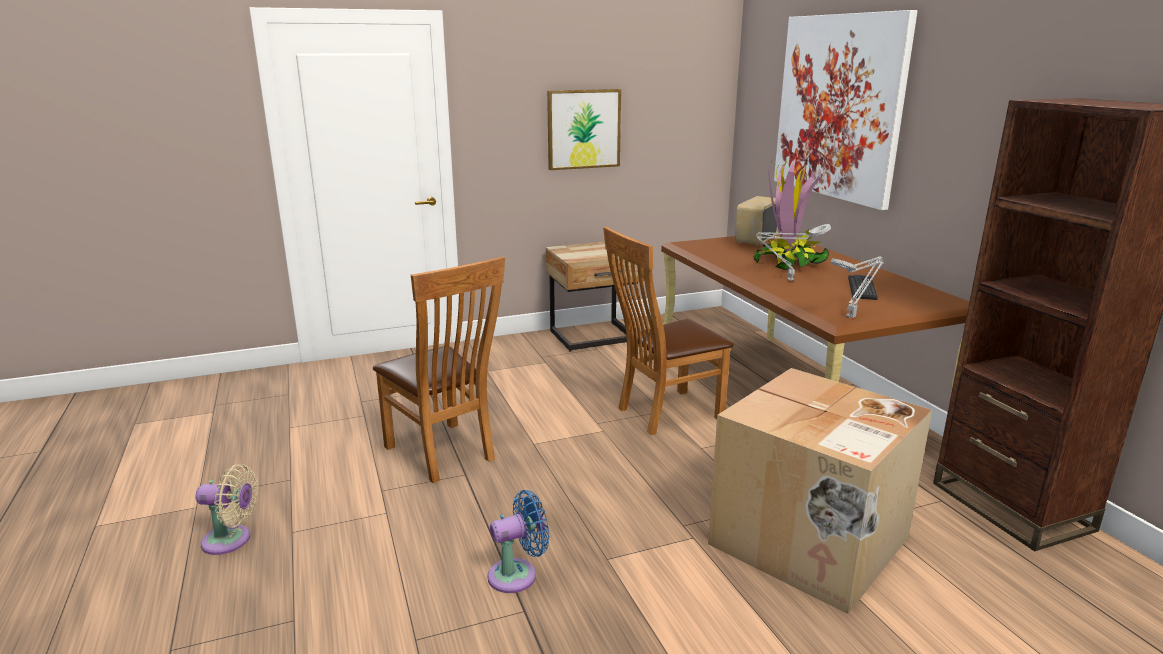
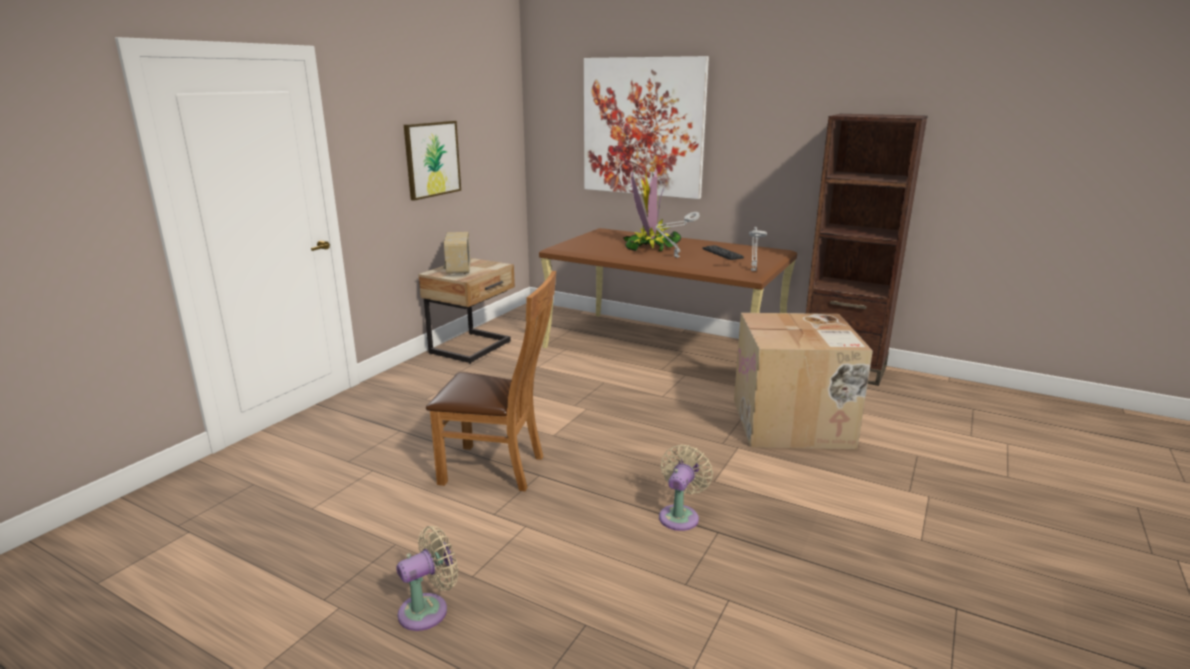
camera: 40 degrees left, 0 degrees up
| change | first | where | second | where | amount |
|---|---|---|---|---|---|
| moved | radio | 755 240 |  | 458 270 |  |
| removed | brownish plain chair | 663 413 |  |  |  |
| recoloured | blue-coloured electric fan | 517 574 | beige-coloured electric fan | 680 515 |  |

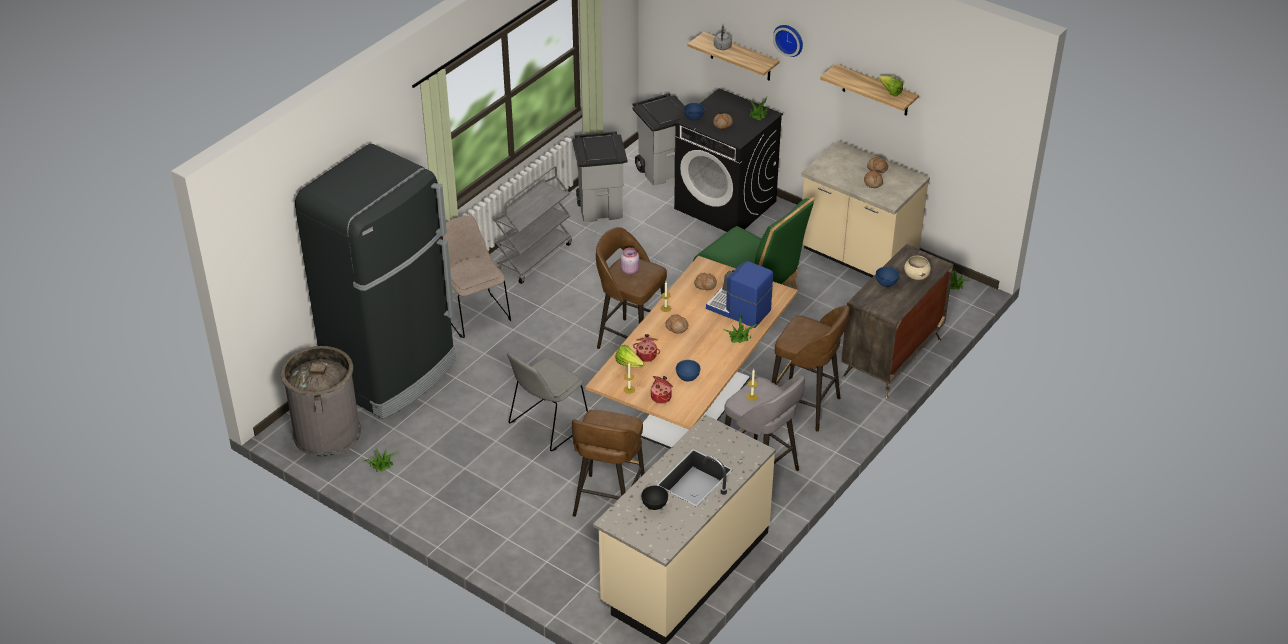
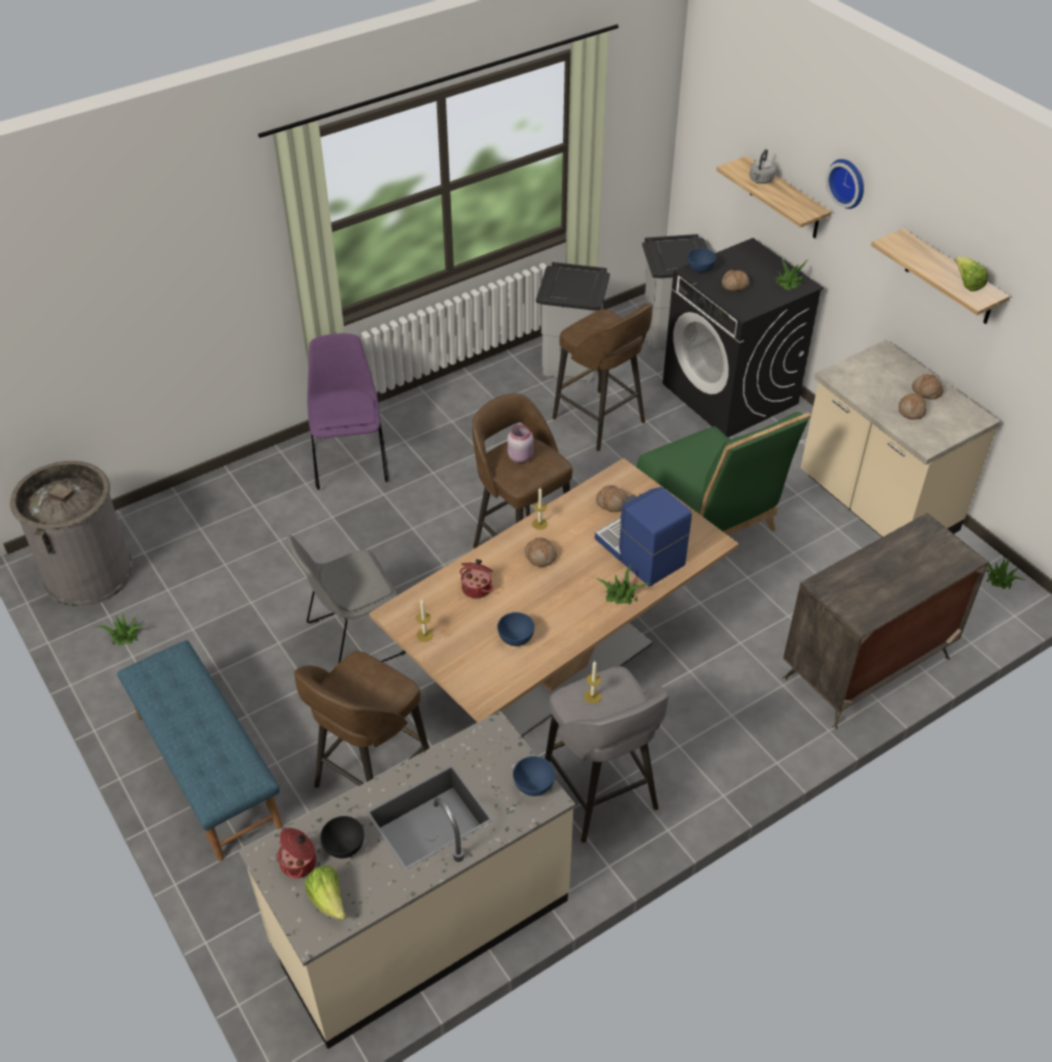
camera: 20 degrees right, 5 degrees up
| change | first | where | second | where | amount |
|---|---|---|---|---|---|
| removed | black kitchen fridge | 392 374 |  |  |  |
| removed | greyish wheeled cart | 534 257 |  |  |  |
| recoloured | beige-coloured plain chair | 474 313 | purplish plain chair | 350 461 |  |
| removed | beige-coloured deep dish | 916 276 |  |  |  |
| moved | blue-coloured deep dish | 886 283 |  | 533 786 |  |
| moved | brownish sitting stool | 805 406 |  | 600 422 |  |
| moved | head of lettuce | 629 364 |  | 328 900 |  |
| moved | cooking pot | 661 396 |  | 299 863 |  |
| added |  |  | blue-coloured indoor bench | 207 770 |  |

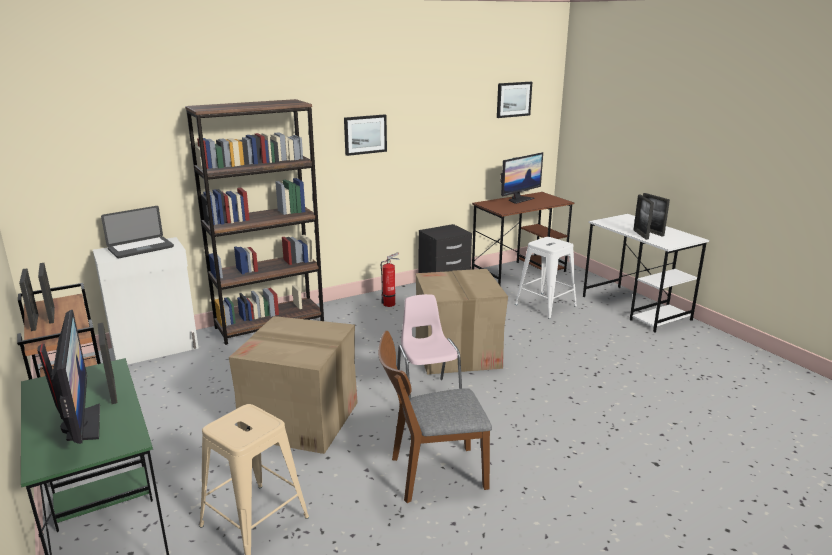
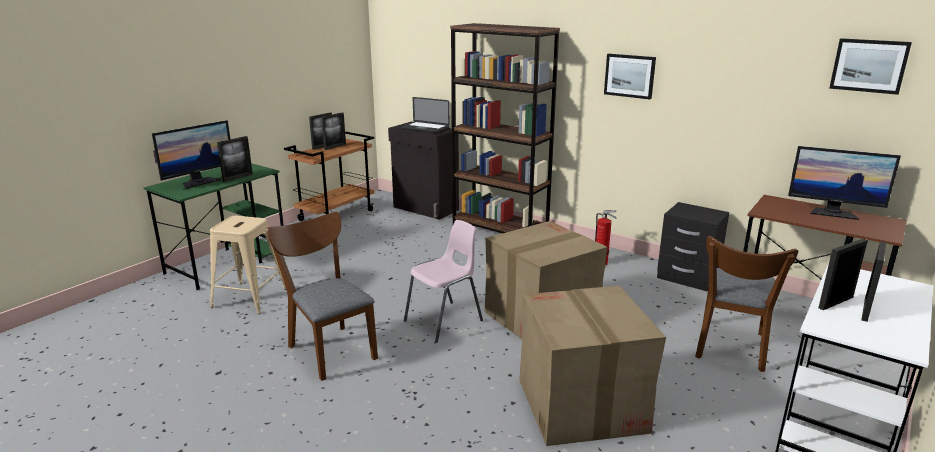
camera: 65 degrees right, 0 degrees up
| change | first | where | second | where | amount |
|---|---|---|---|---|---|
| recoloured | white cupboard | 156 349 | black cupboard | 425 209 |  |
| replaced | white sitting stool | 545 305 | brownish plain chair | 730 349 |  |
| moved | cardboard box | 301 420 |  | 581 405 |  |

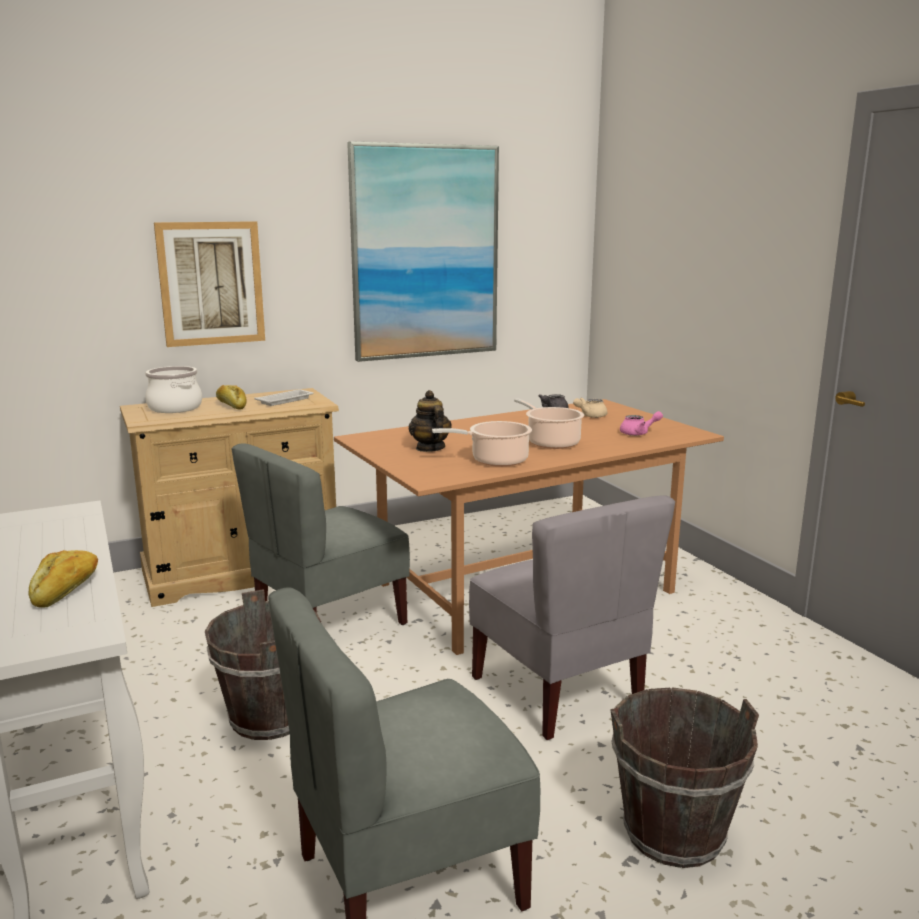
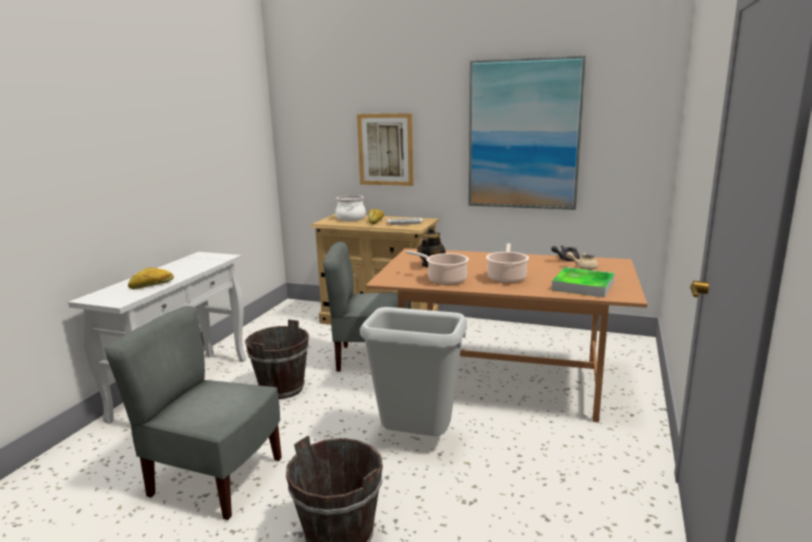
camera: 45 degrees right, 0 degrees up
| change | first | where | second | where | amount |
|---|---|---|---|---|---|
| replaced | pink pot for tea | 638 433 | tray | 583 286 |  |
| replaced | greyish plain chair | 559 692 | greyish waste bin | 415 441 |  |

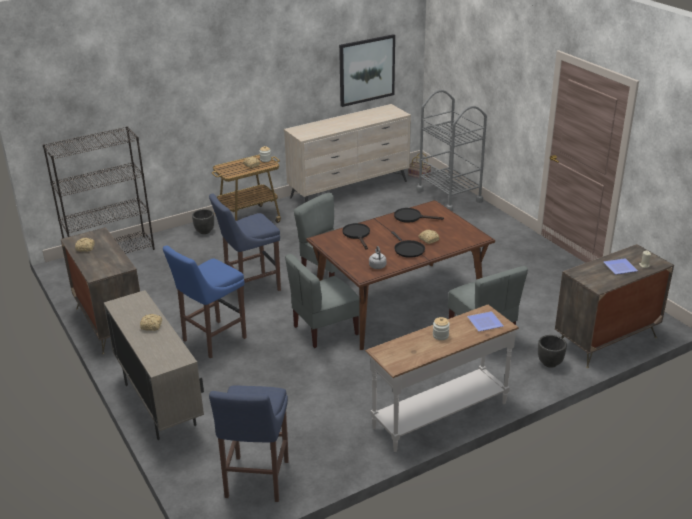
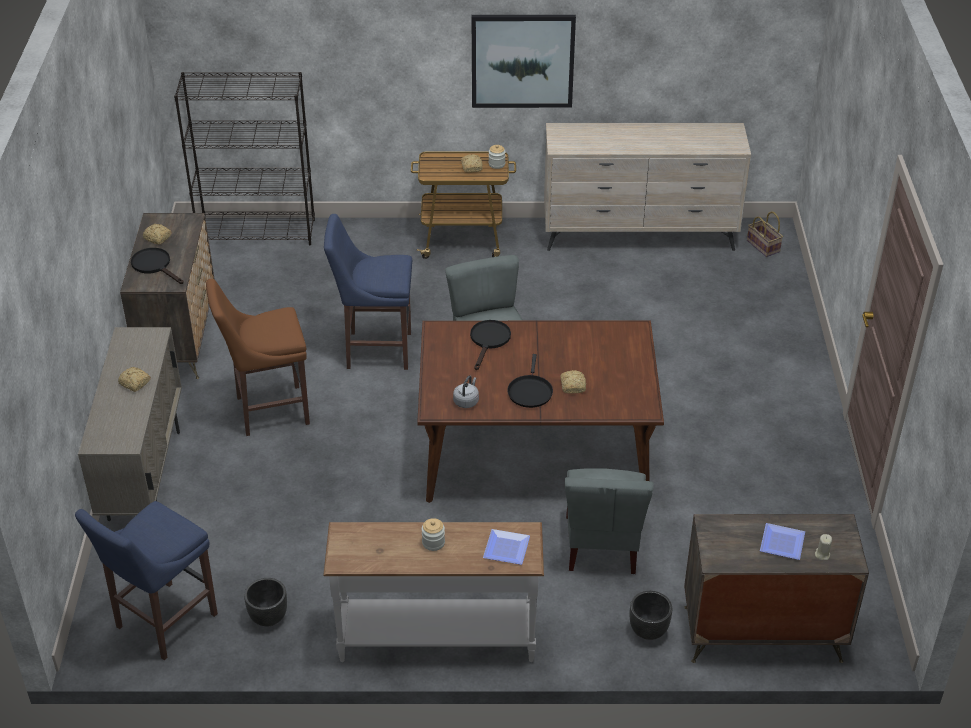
camera: 30 degrees right, 10 degrees up
| change | first | where | second | where | amount |
|---|---|---|---|---|---|
| moved | wall picture | 366 70 |  | 522 60 |  |
| removed | greyish wheeled cart | 449 196 |  |  |  |
| moved | black frying pan | 411 217 |  | 155 265 |  |
| moved | black flower pot | 204 231 |  | 268 618 |  |
| recoloured | blue-coloured sitting stool | 211 340 | brownish sitting stool | 268 411 |  |
| removed | greyish plain chair | 325 330 |  |  |  |

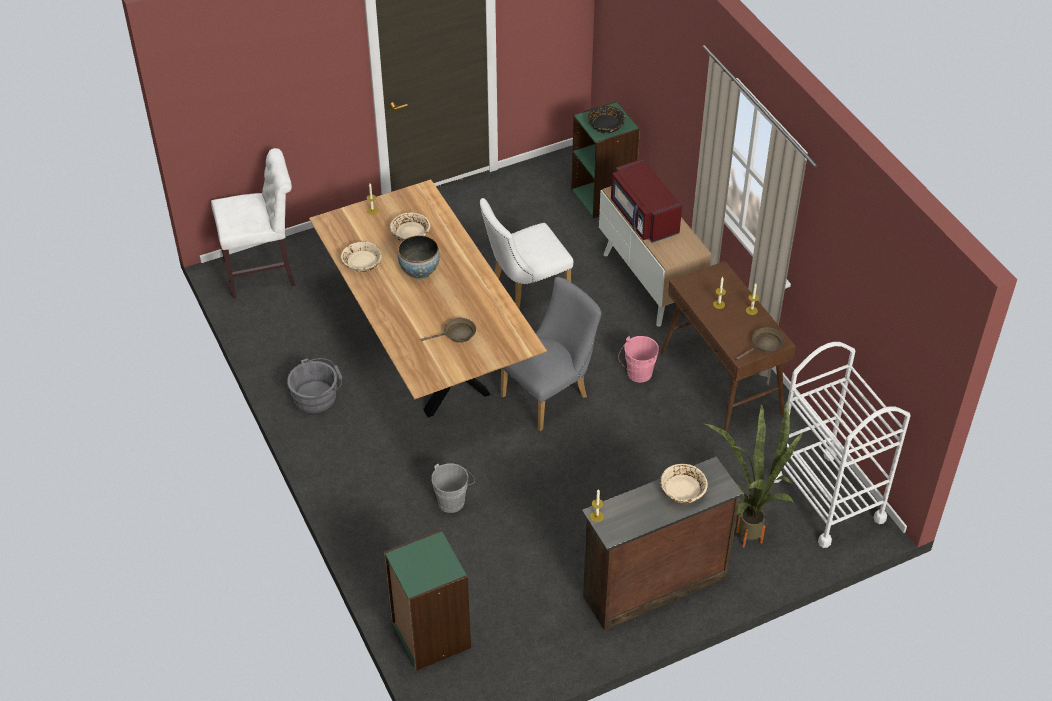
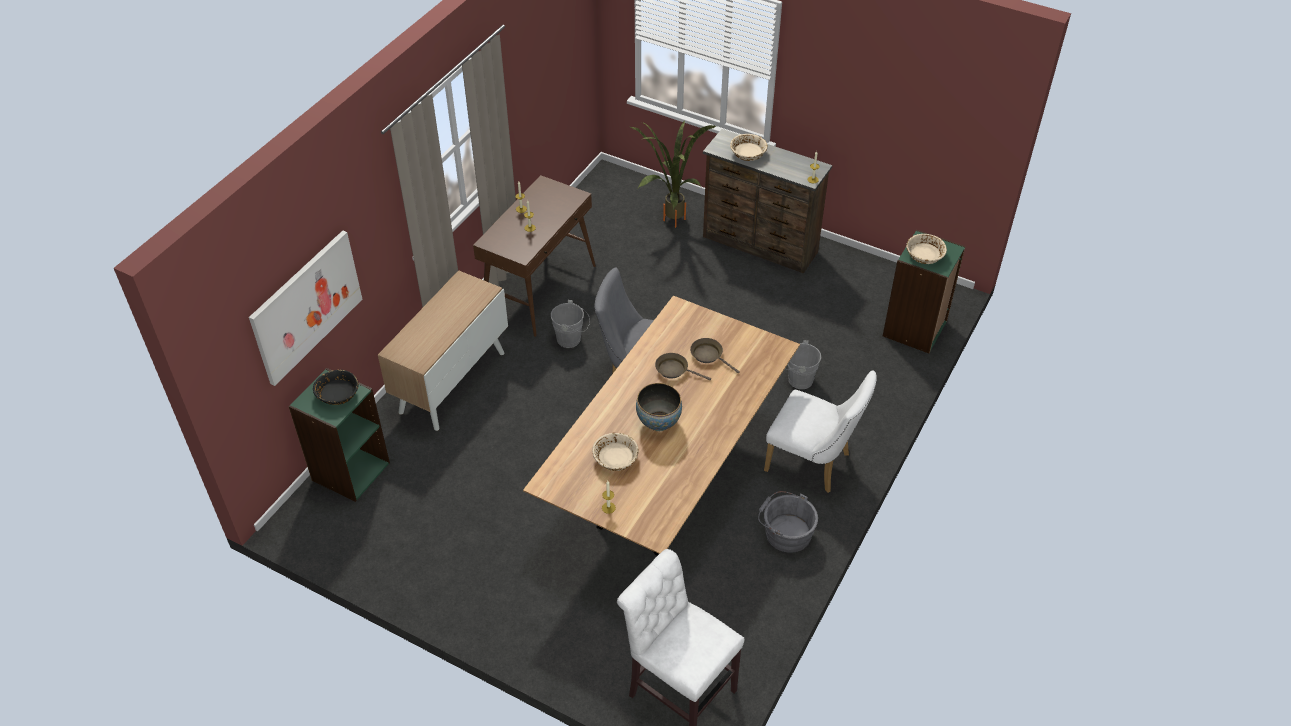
camera: 125 degrees left, 0 degrees up
| change | first | where | second | where | amount |
|---|---|---|---|---|---|
| removed | red-coloured microwave | 643 217 |  |  |  |
| moved | white plain chair | 524 291 |  | 813 464 |  |
| moved | beige-coloured deep dish | 362 263 |  | 924 255 |  |
| moved | brownish frying pan | 765 345 |  | 674 370 |  |
| recoloured | pink water bucket | 637 375 | greyish water bucket | 571 339 |  |
| removed | white wheeled cart | 827 498 |  |  |  |
| added |  |  | wall picture | 306 306 |  |

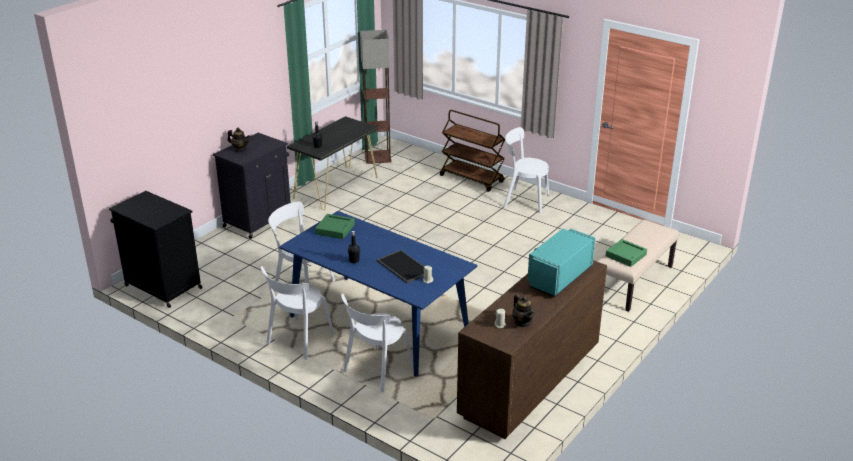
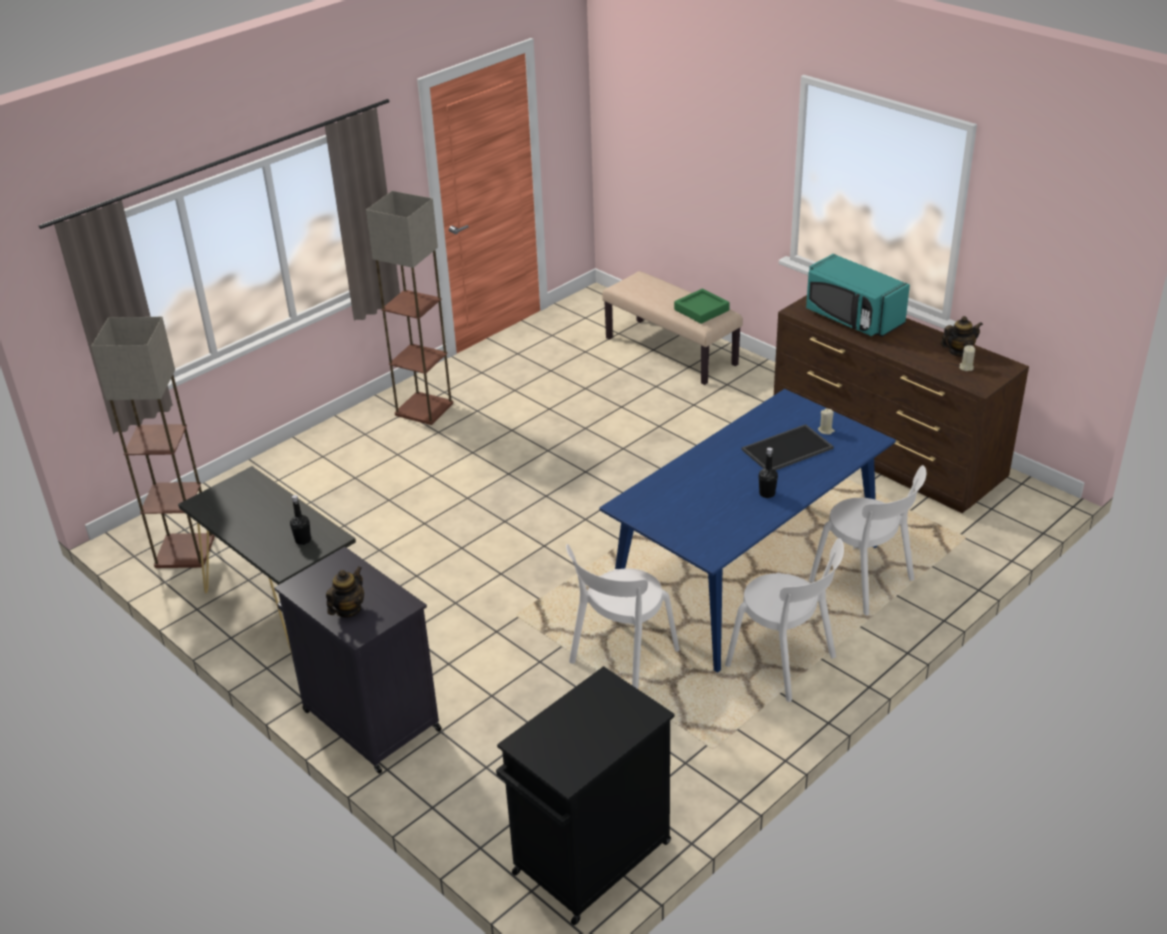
camera: 80 degrees left, 5 degrees up
| change | first | where | second | where | amount |
|---|---|---|---|---|---|
| removed | brownish wheeled cart | 472 179 |  |  |  |
| replaced | white plain chair | 523 200 | standard lamp | 423 409 |  |
| removed | green-coloured tray | 335 229 |  |  |  |

